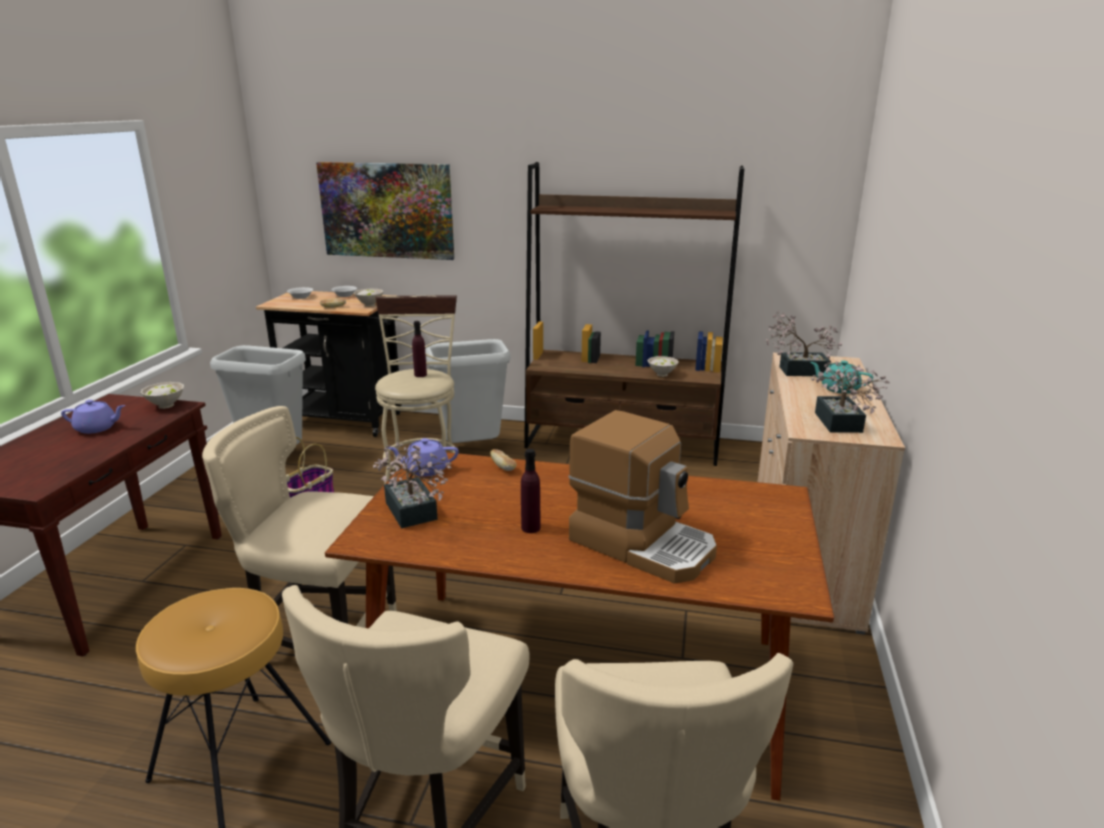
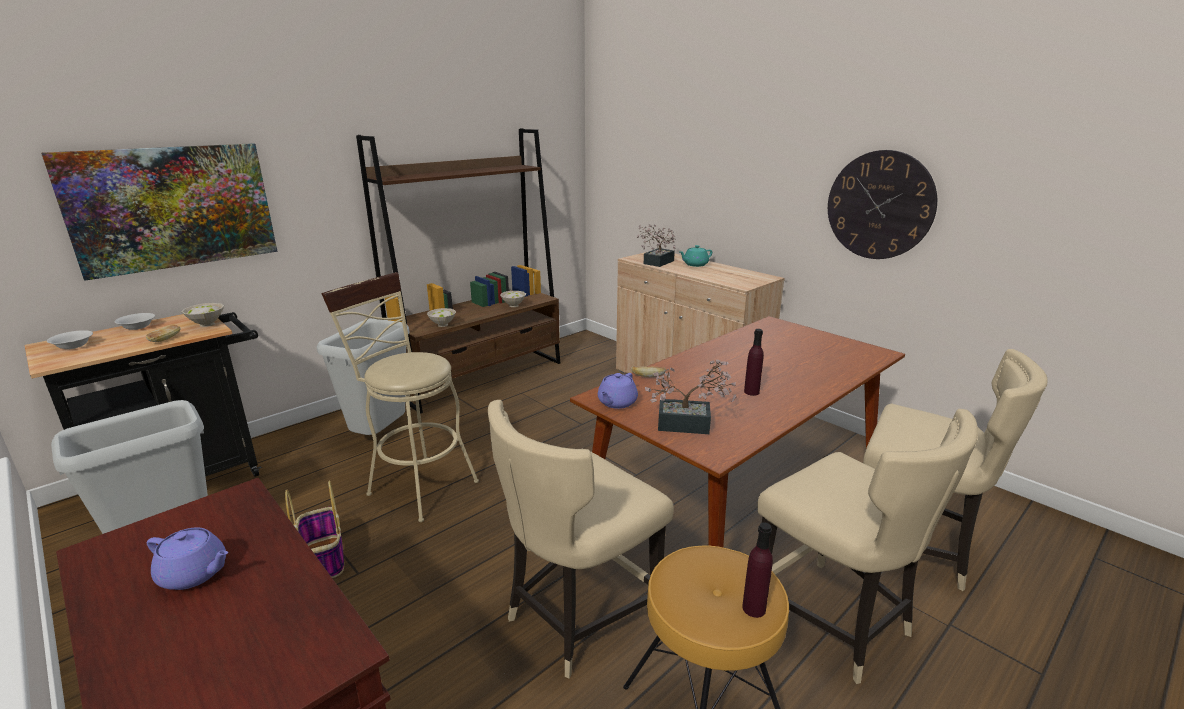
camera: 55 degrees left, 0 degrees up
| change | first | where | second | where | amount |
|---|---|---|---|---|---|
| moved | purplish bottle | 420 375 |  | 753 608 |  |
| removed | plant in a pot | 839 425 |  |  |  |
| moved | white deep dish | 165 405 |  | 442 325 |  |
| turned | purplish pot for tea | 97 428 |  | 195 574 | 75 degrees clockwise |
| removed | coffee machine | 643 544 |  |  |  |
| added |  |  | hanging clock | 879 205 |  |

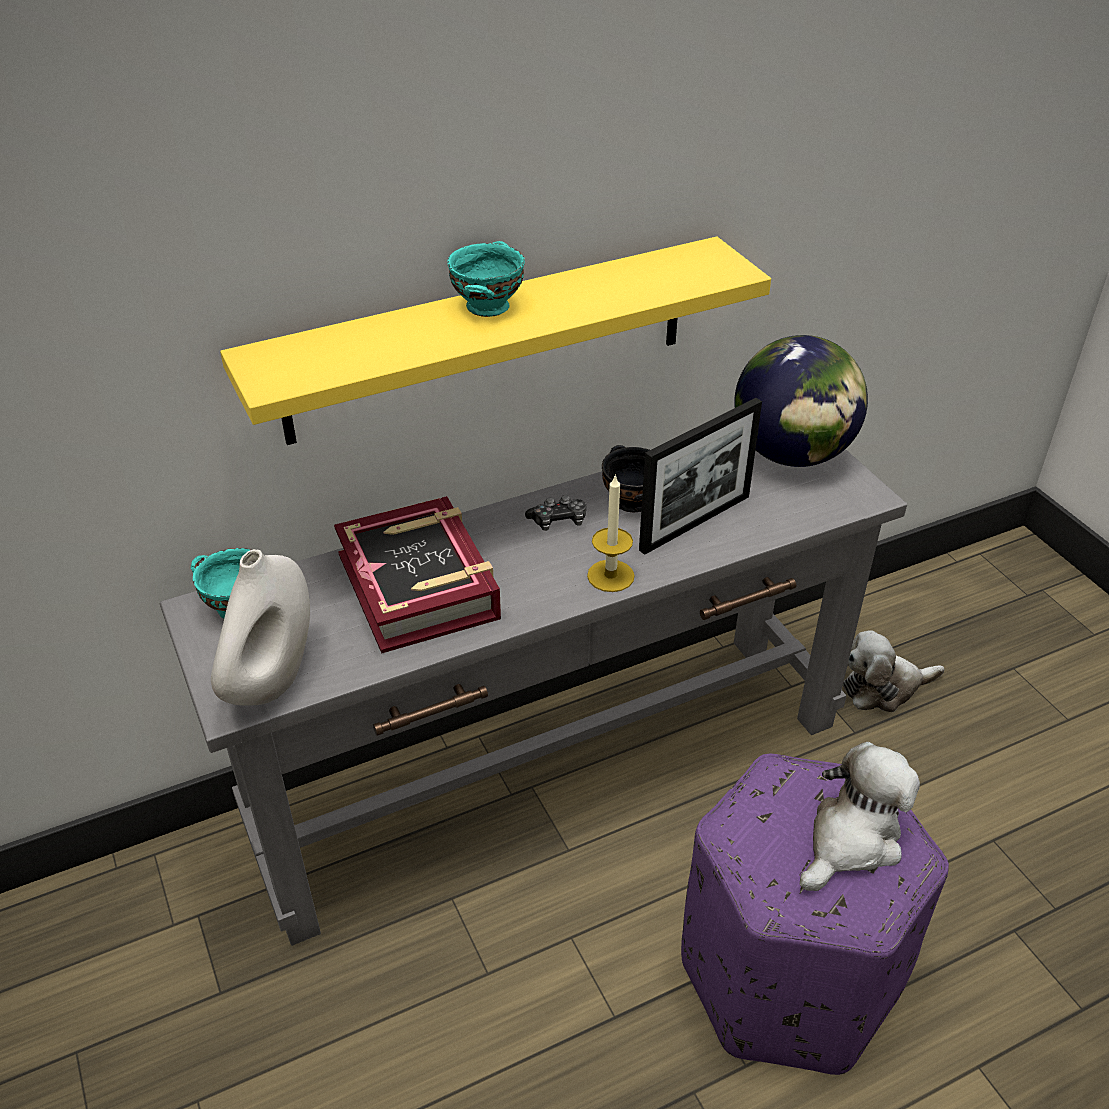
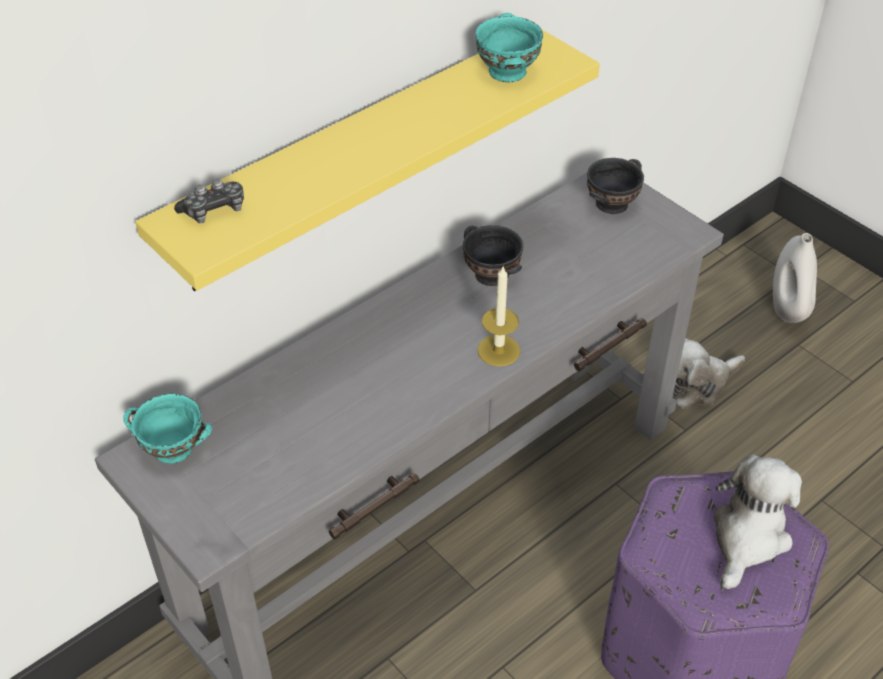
camera: 15 degrees left, 5 degrees up
| change | first | where | second | where | amount |
|---|---|---|---|---|---|
| moved | turquoise-coloured deep dish | 489 305 |  | 508 71 |  |
| replaced | world globe | 792 454 | black deep dish | 613 204 |  |
| removed | photo frame | 695 523 |  |  |  |
| moved | joypad | 558 521 |  | 214 210 |  |
| removed | bound book | 419 586 |  |  |  |
| moved | white decorative vase | 272 681 |  | 788 309 |  |

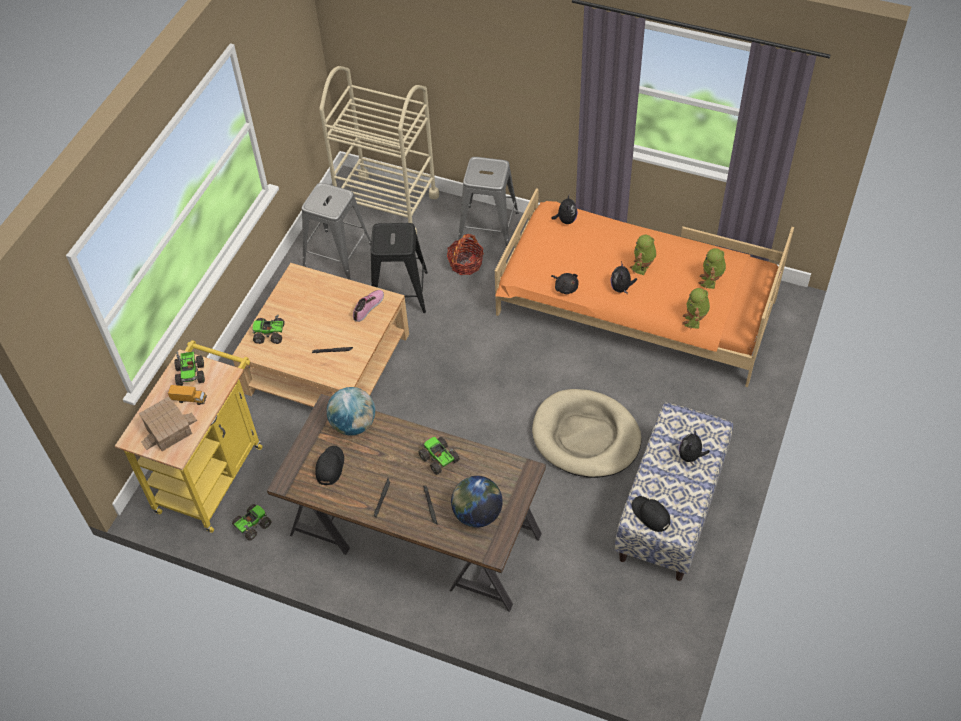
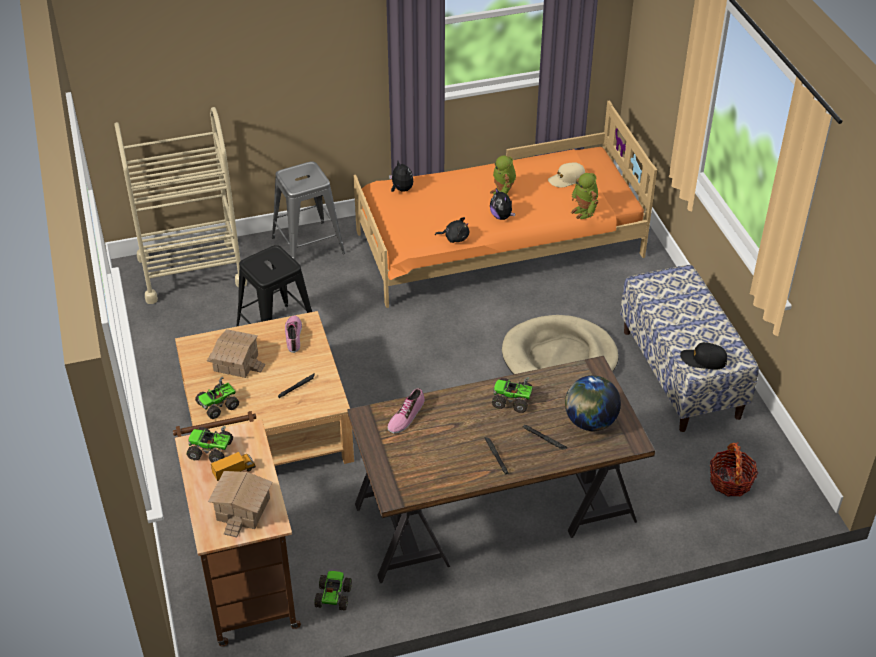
camera: 40 degrees left, 10 degrees down
| change | first | where | second | where | amount |
|---|---|---|---|---|---|
| removed | greyish sitting stool | 337 255 |  |  |  |
| moved | basket | 465 263 |  | 730 481 |  |
| replaced | model robot | 710 281 | beige-coloured peaked cap | 566 179 |  |
| recoloured | yellow-coloured wheeled cart | 212 472 | brownish wheeled cart | 245 577 |  |
| turned | toy truck | 191 373 |  | 211 450 | 150 degrees clockwise |
| replaced | world globe | 353 424 | shoe | 406 416 |  |
| removed | plush toy | 690 456 |  |  |  |
| removed | black peaked cap | 330 467 |  |  |  |
| added |  |  | toy house | 236 362 |  |

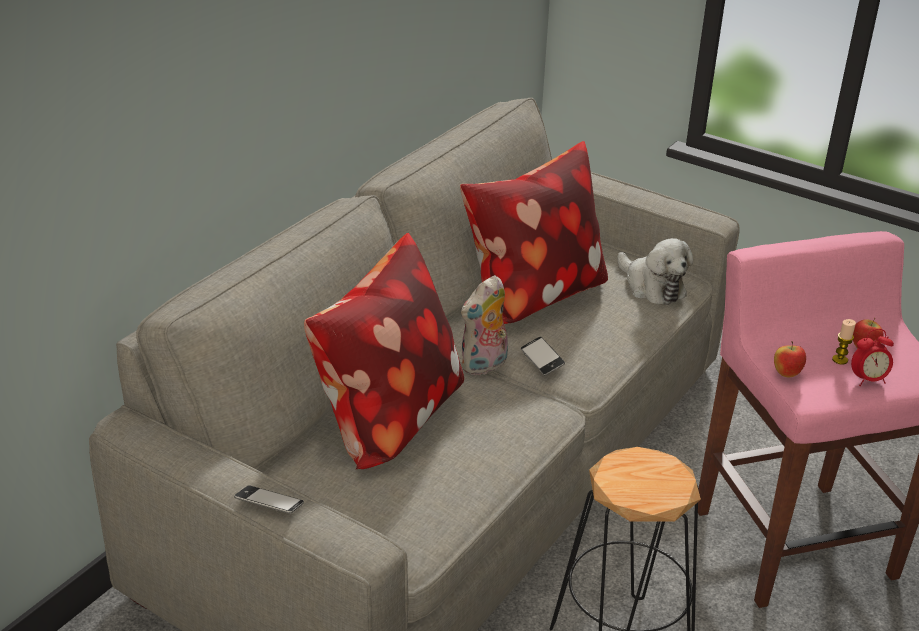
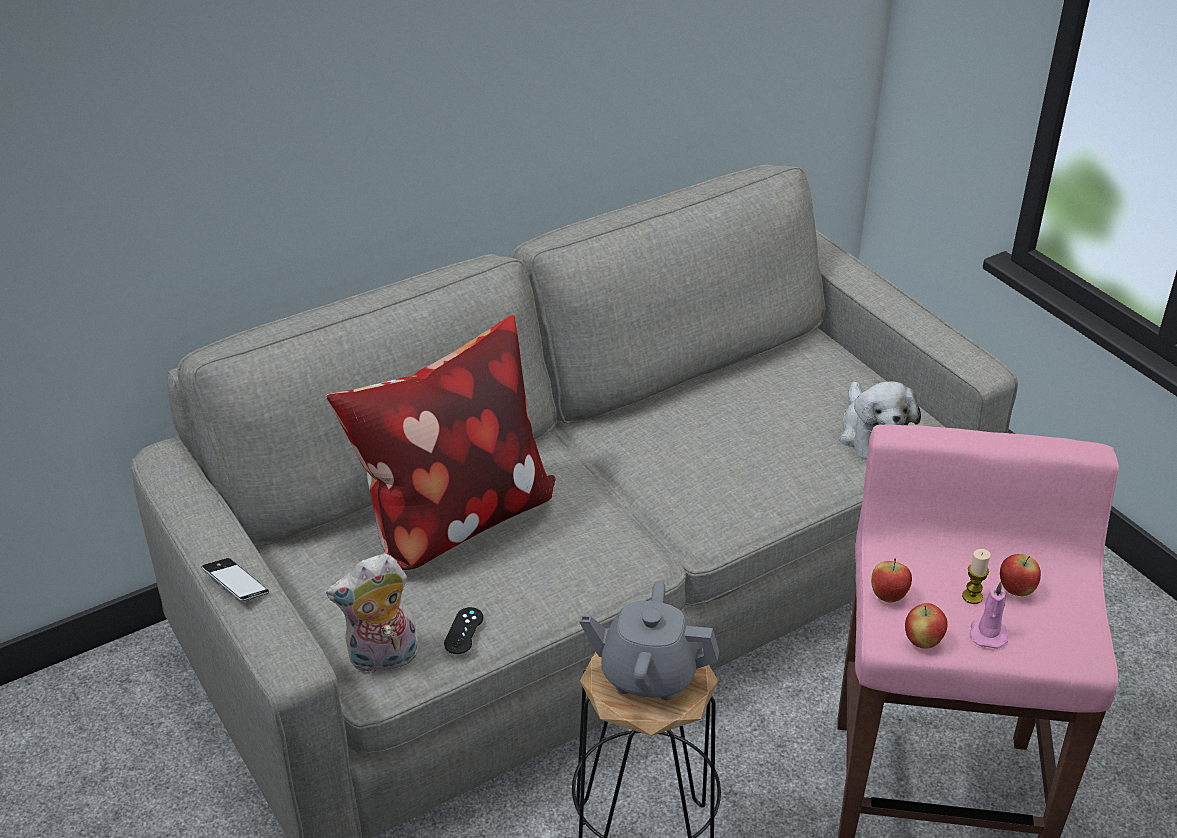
camera: 25 degrees right, 5 degrees up
| change | first | where | second | where | amount |
|---|---|---|---|---|---|
| removed | throw pillow | 532 296 |  |  |  |
| moved | plush toy | 484 366 |  | 382 659 |  |
| replaced | table clock | 868 380 | pink wax light | 987 633 |  |
| removed | telephone | 542 360 |  |  |  |
| added |  |  | greyish pot for tea | 648 674 |  |
| added |  |  | whole apple | 922 641 |  |
| added |  |  | black joypad | 463 631 |  |

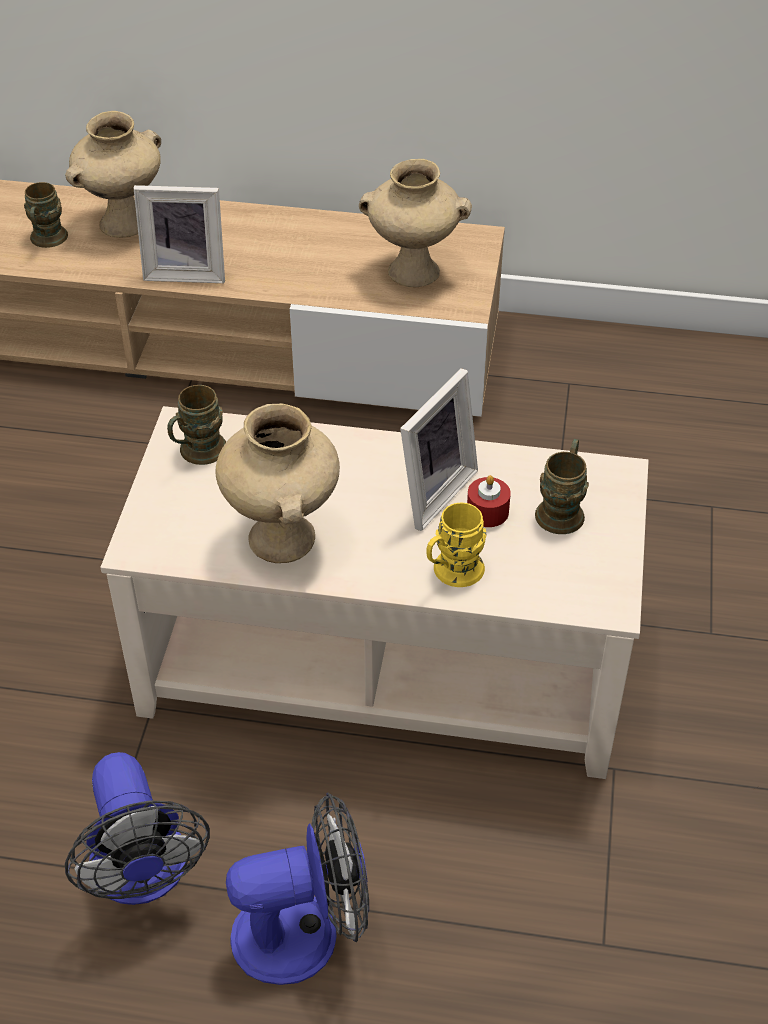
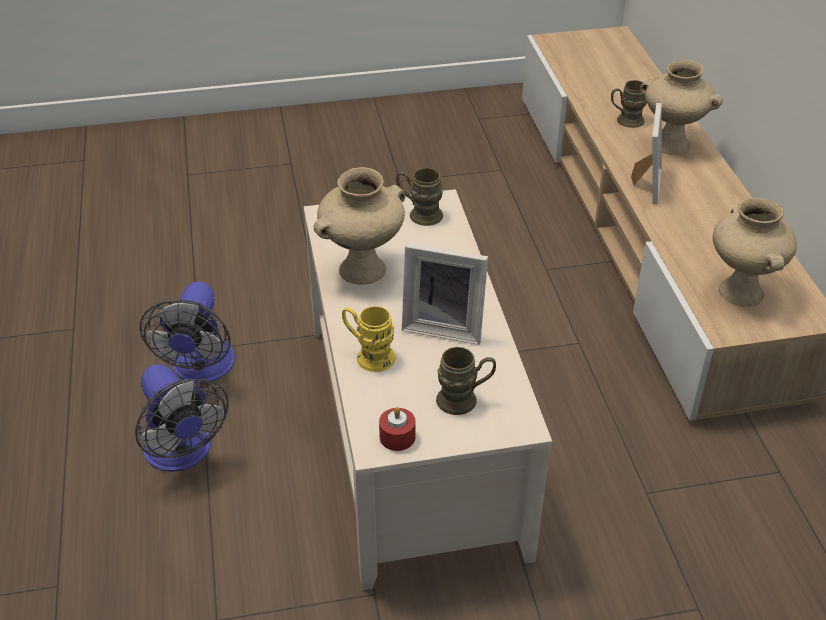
camera: 70 degrees right, 5 degrees down
| change | first | where | second | where | amount |
|---|---|---|---|---|---|
| turned | photo frame | 186 271 |  | 644 185 | 150 degrees counterclockwise |
| moved | red-coloured wax light | 487 511 |  | 397 437 |  |
| turned | electric fan | 143 876 |  | 201 369 | 45 degrees counterclockwise |

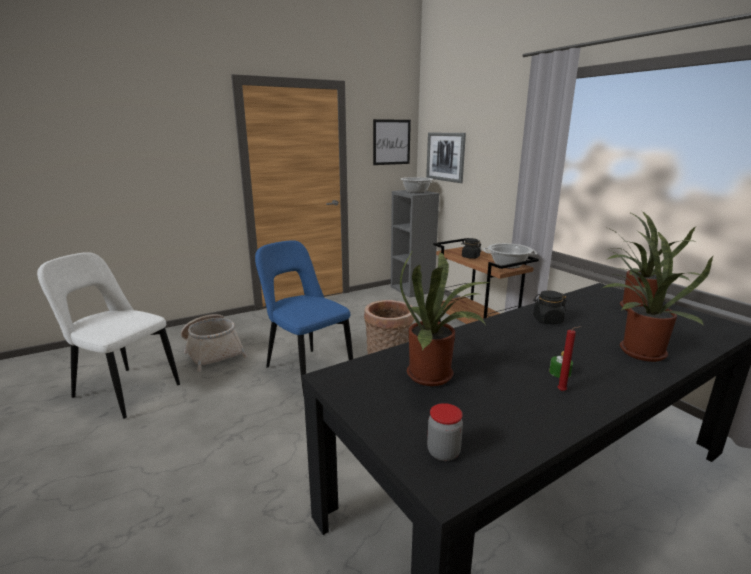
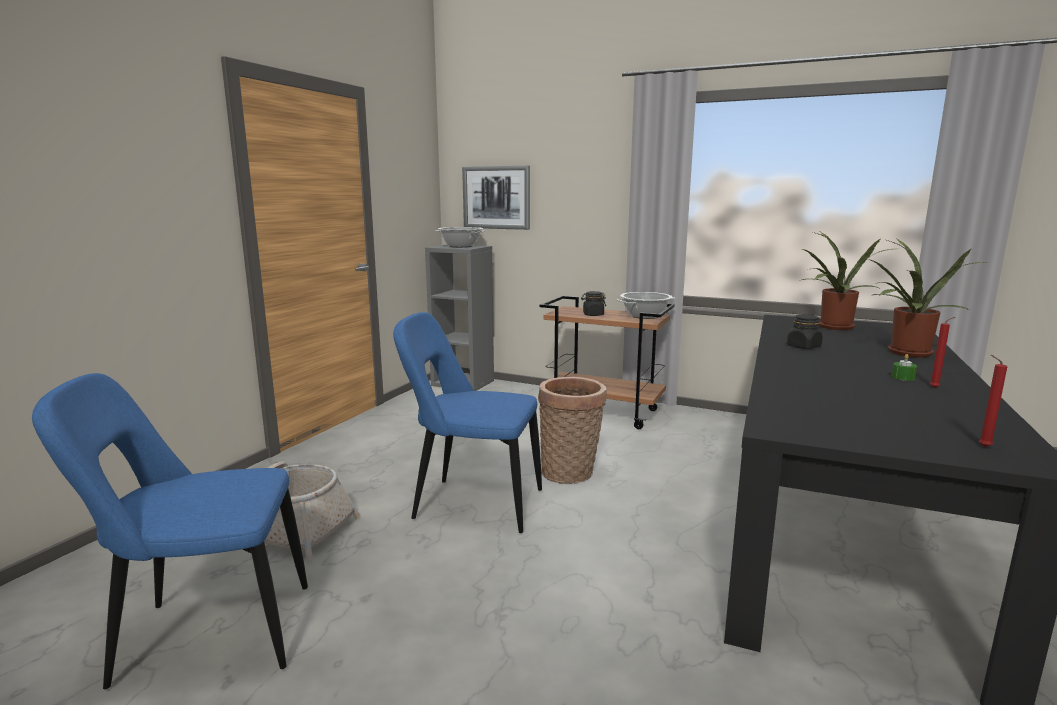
camera: 35 degrees left, 5 degrees down
| change | first | where | second | where | amount |
|---|---|---|---|---|---|
| removed | wall picture | 391 142 |  |  |  |
| removed | plant in a pot | 435 376 |  |  |  |
| recoloured | white plain chair | 123 390 | blue-coloured plain chair | 206 635 |  |
| replaced | preserve jar | 443 452 | red-coloured wax light | 982 446 |  |

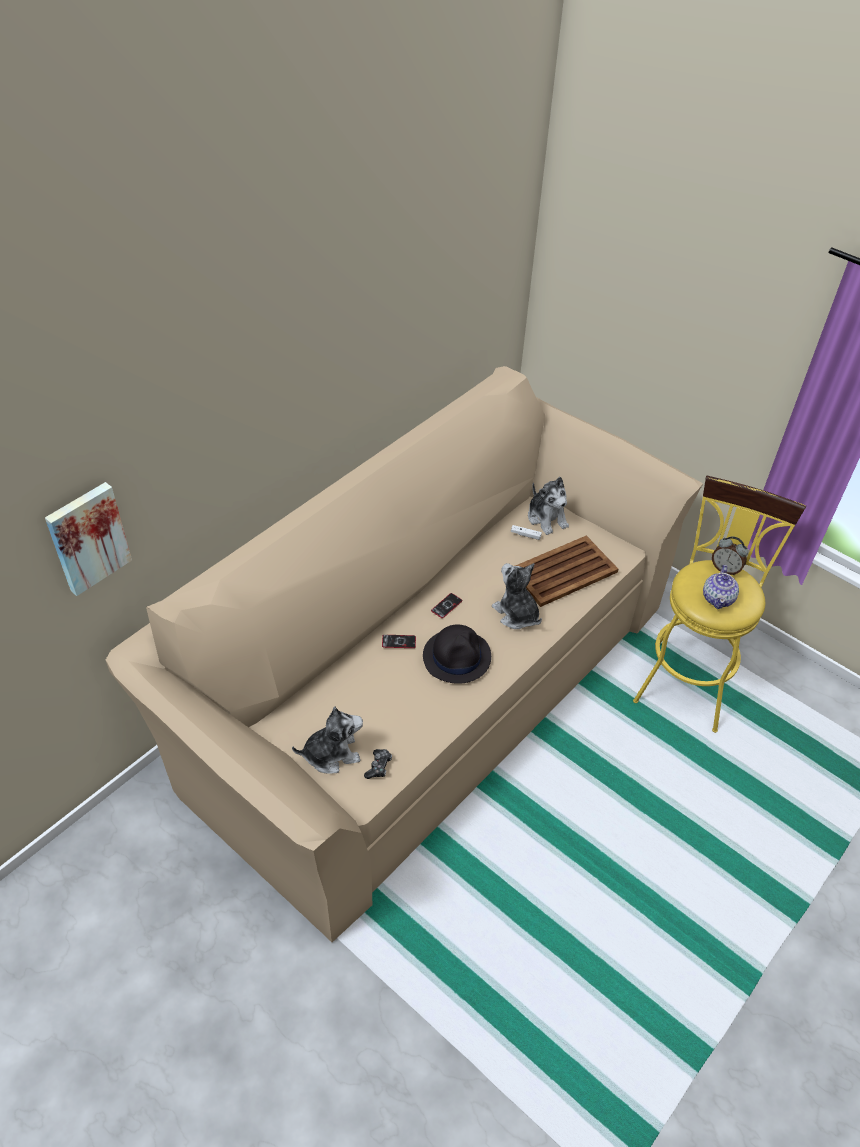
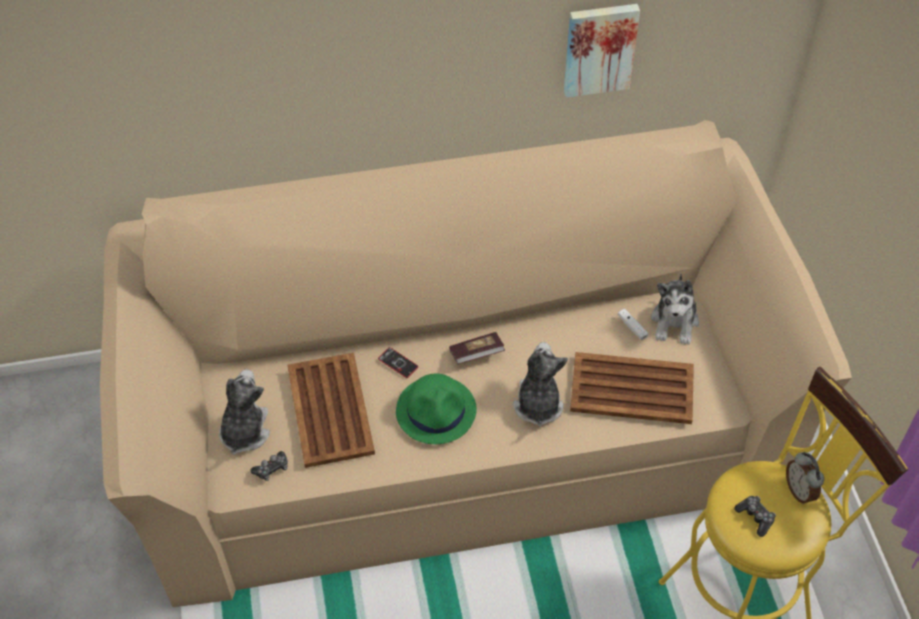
camera: 40 degrees right, 5 degrees up
| change | first | where | second | where | amount |
|---|---|---|---|---|---|
| moved | wall picture | 87 537 |  | 599 48 |  |
| replaced | pot for tea | 718 598 | joypad | 755 517 |  |
| replaced | telephone | 446 606 | bound book | 476 354 |  |
| recoloured | black clothing hat | 457 656 | green-coloured clothing hat | 437 411 |  |
| turned | plush toy | 331 754 |  | 244 431 | 105 degrees counterclockwise |
| added |  |  | brownish tray | 330 411 |  |

